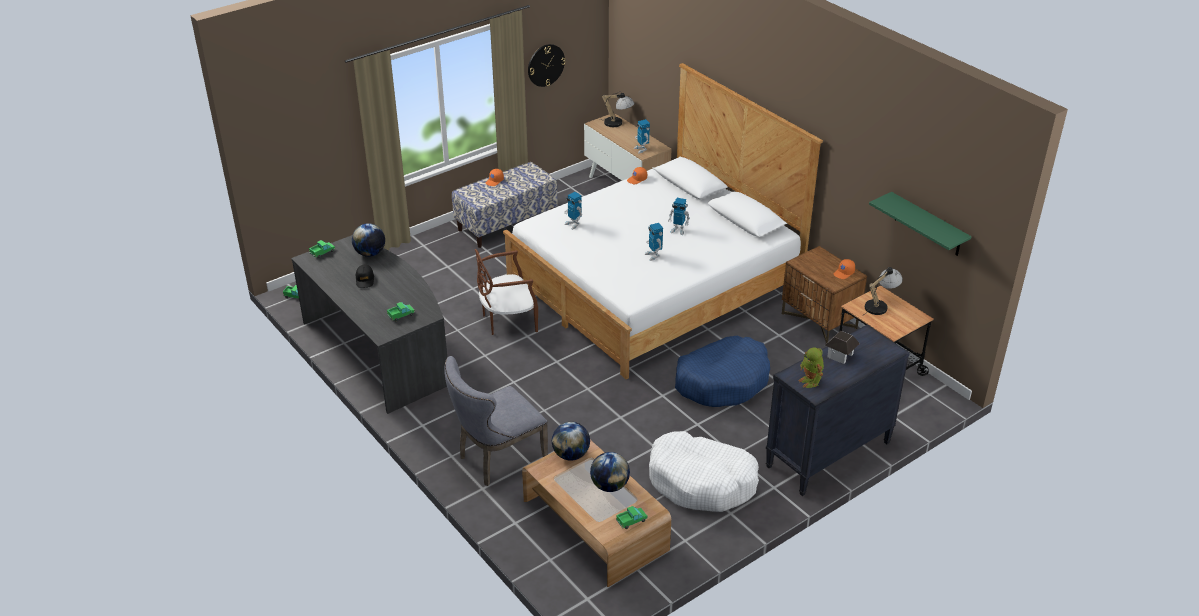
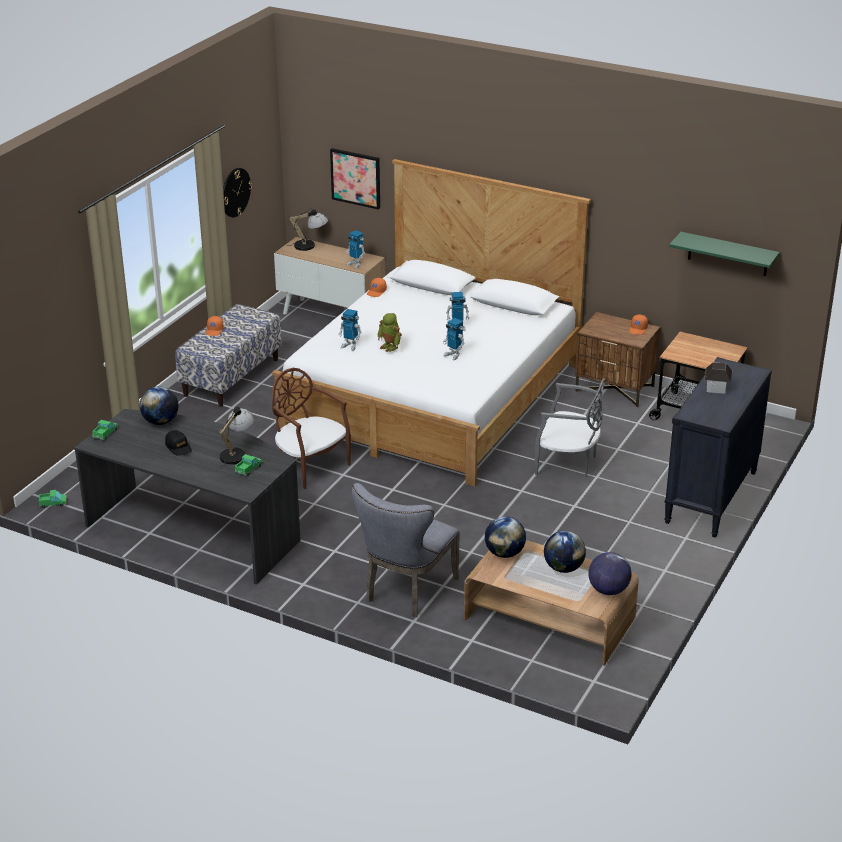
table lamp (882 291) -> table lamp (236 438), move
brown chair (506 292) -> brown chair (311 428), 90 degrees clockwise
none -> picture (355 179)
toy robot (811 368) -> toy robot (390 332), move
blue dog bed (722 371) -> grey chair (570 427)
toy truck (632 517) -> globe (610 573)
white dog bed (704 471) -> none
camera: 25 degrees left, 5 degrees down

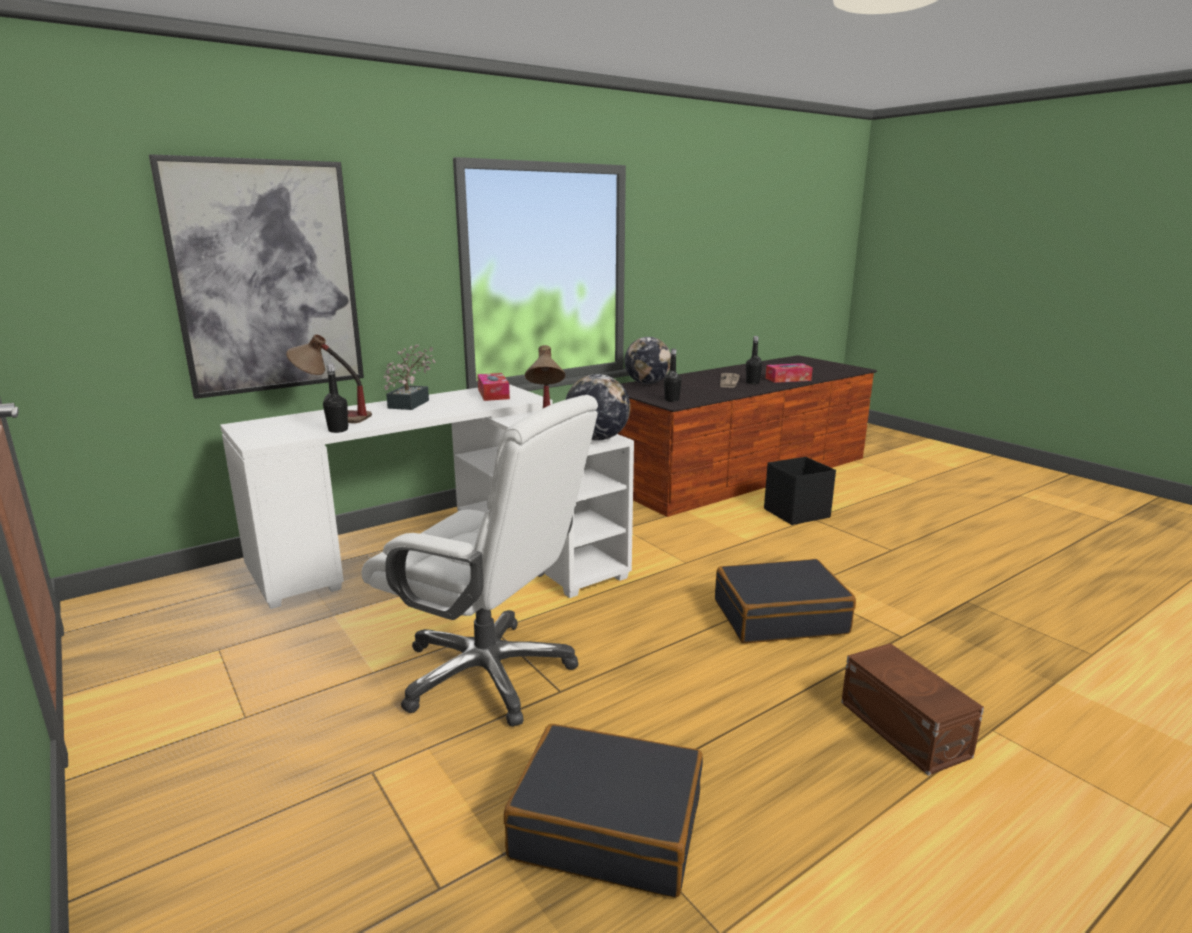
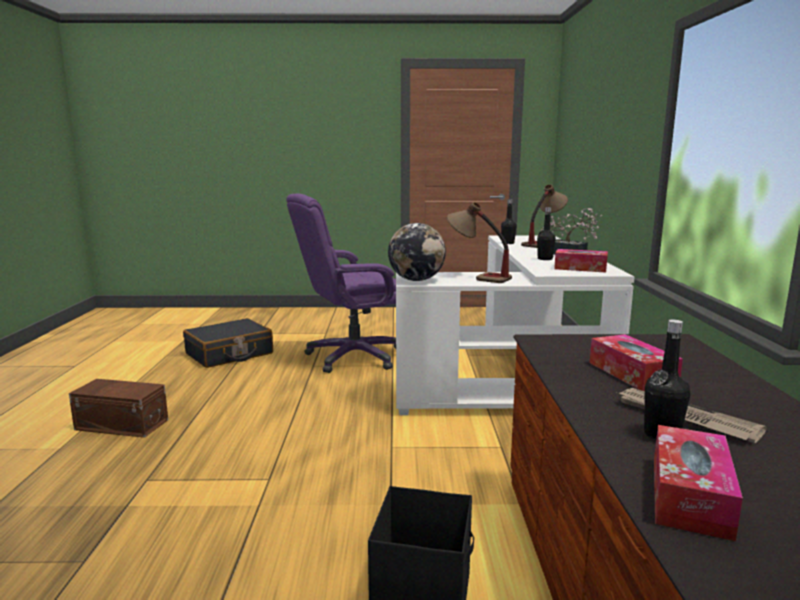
white office chair (479 561) -> purple office chair (341 283)
black bottle (673 375) -> black bottle (546 233), move
none -> tissue box (636 362)
picture (256 276) -> none
globe (648 360) -> none
black suitcase (785 601) -> none
camera: 125 degrees right, 5 degrees down

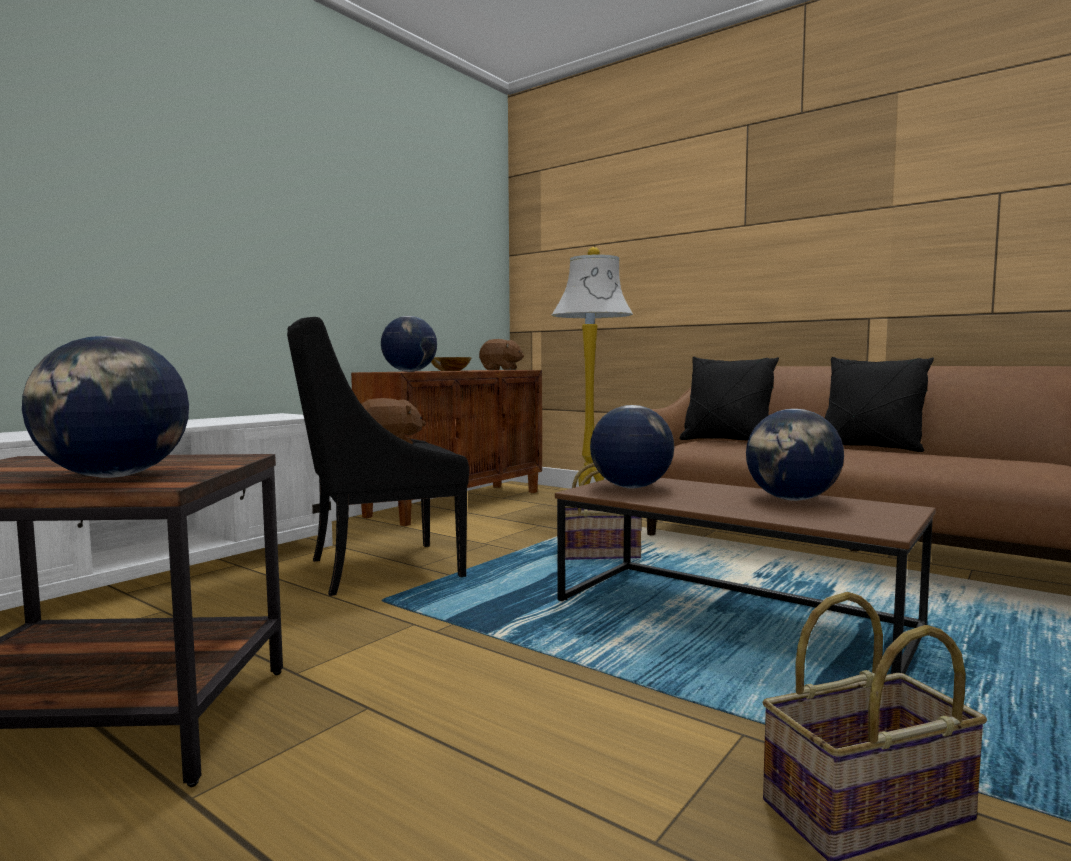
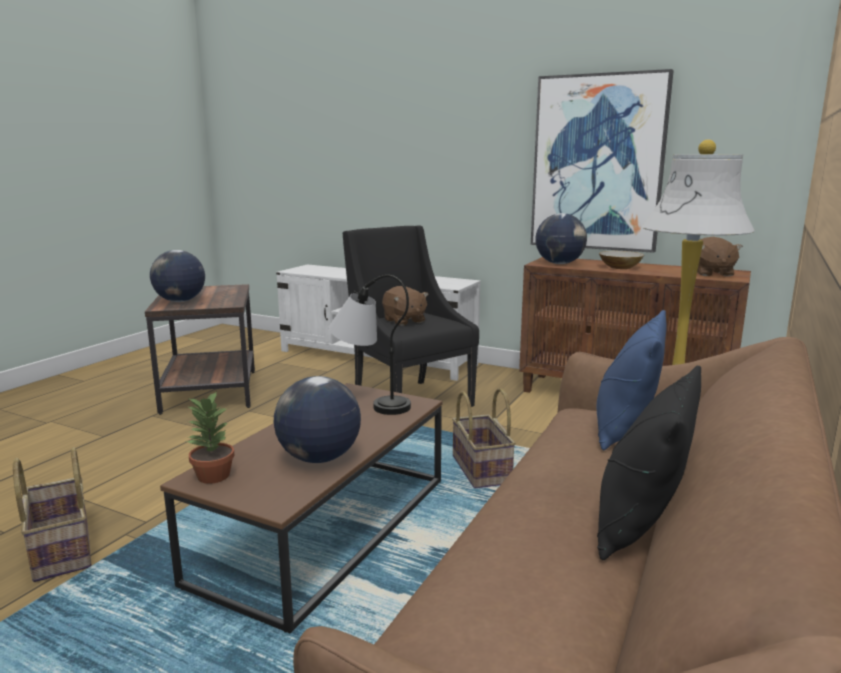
none -> potted plant (210 437)
globe (632 446) -> table lamp (370 345)
none -> picture (602 161)
black pillow (729 399) -> blue pillow (632 380)
camera: 80 degrees right, 10 degrees up

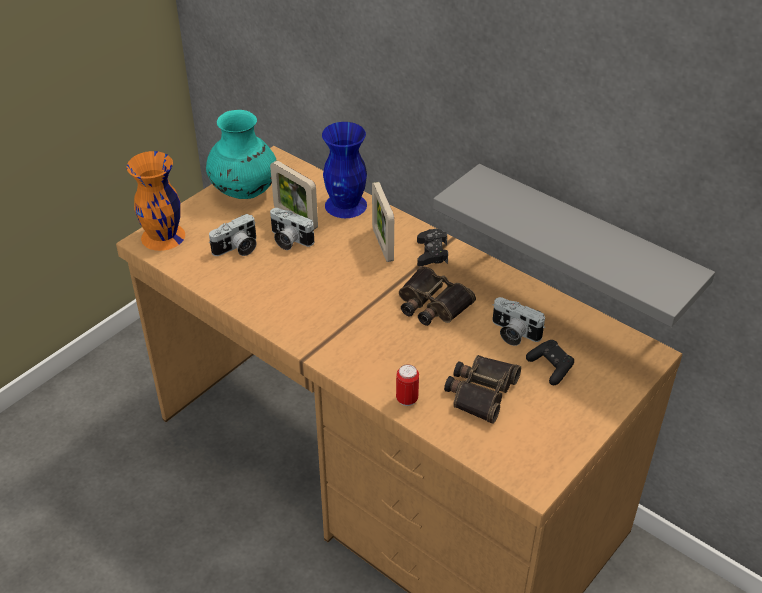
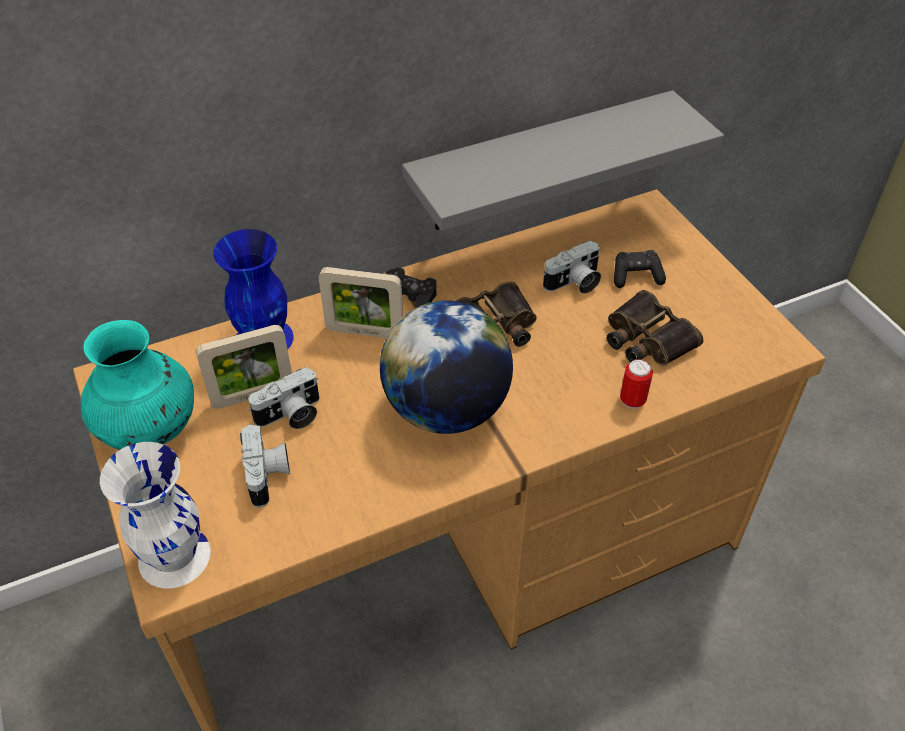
orange vase (156 201) -> white vase (155 515)
none -> globe (446 367)
camera: 65 degrees left, 5 degrees up

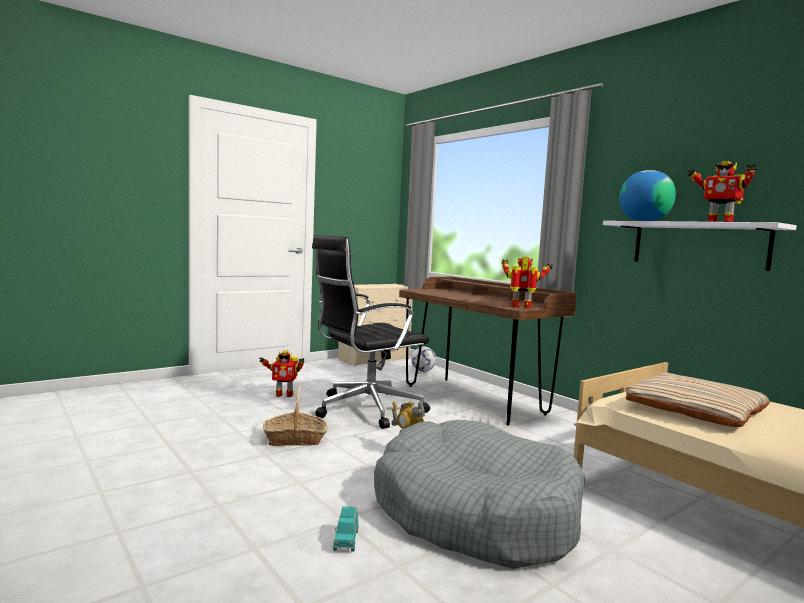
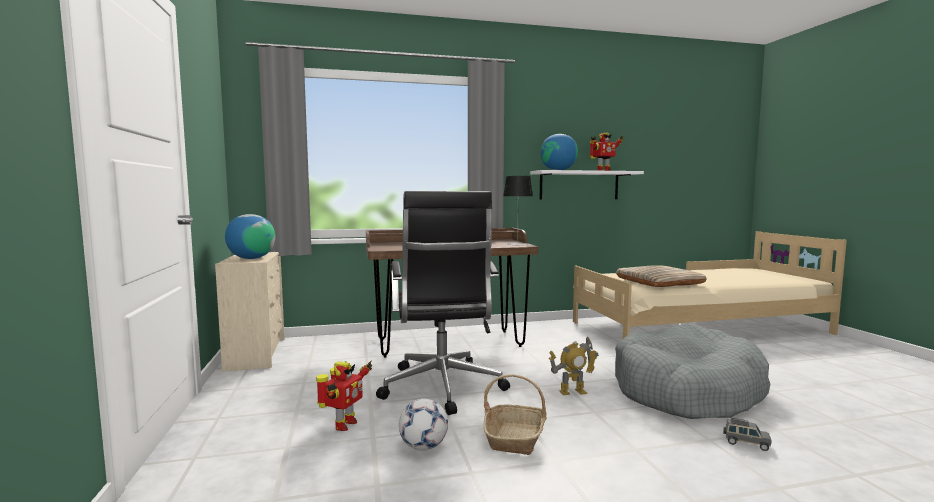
none -> globe (250 236)
football (423 359) -> football (423 424), move
toy robot (527 282) -> table lamp (518 211)
turquoise toy car (345 529) -> grey toy car (747 434)
camera: 65 degrees left, 0 degrees up

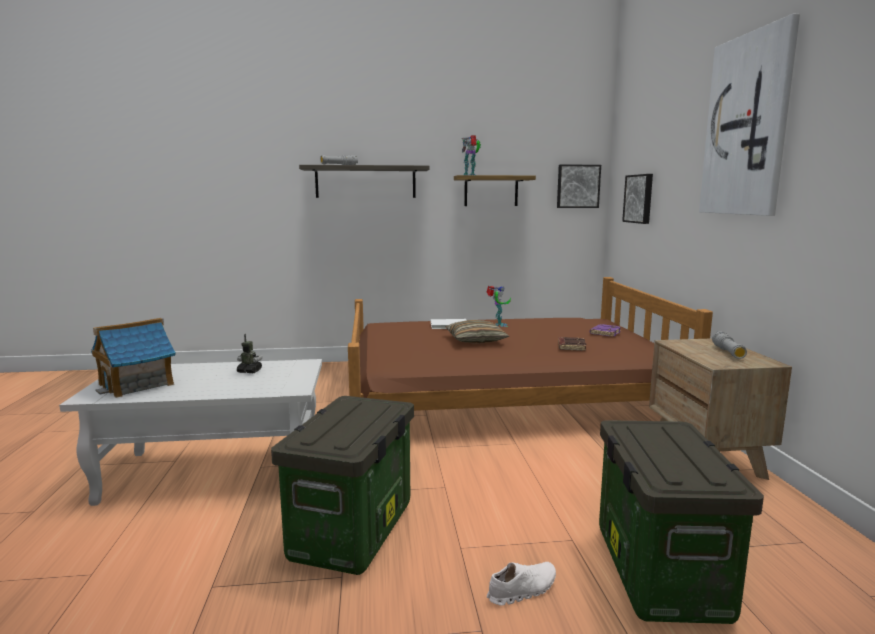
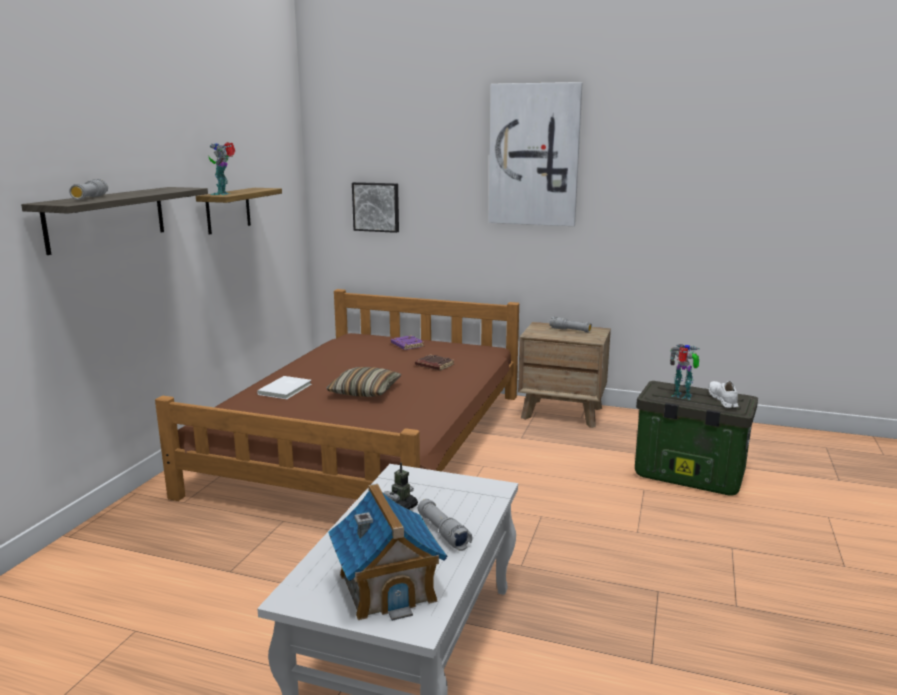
none -> grey flashlight (445 525)
toy robot (498 306) -> toy robot (684 372), move
white shoe (521 584) -> white shoe (723 394), move
storage box (342 485) -> none
picture (579 186) -> none
camera: 65 degrees left, 5 degrees up

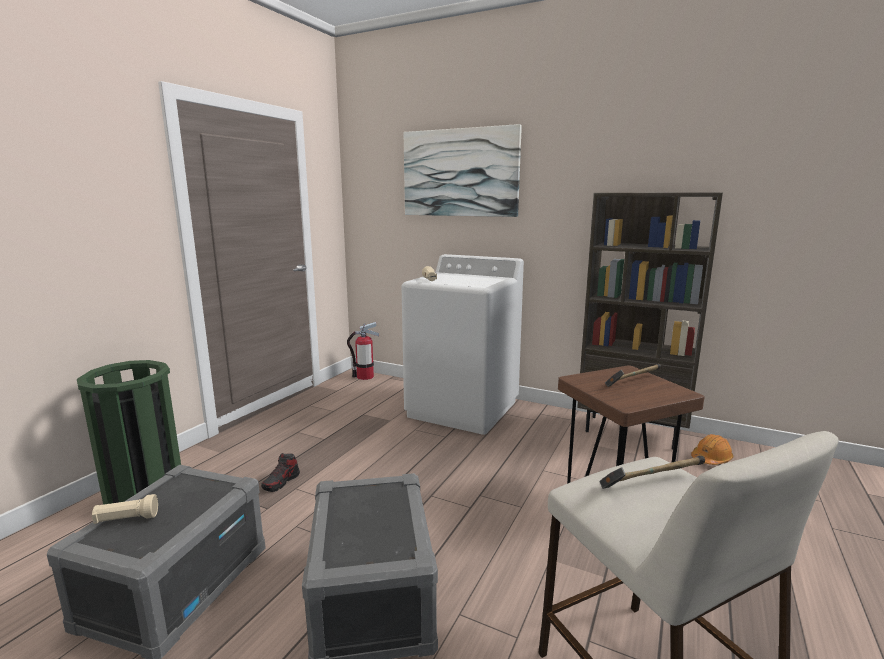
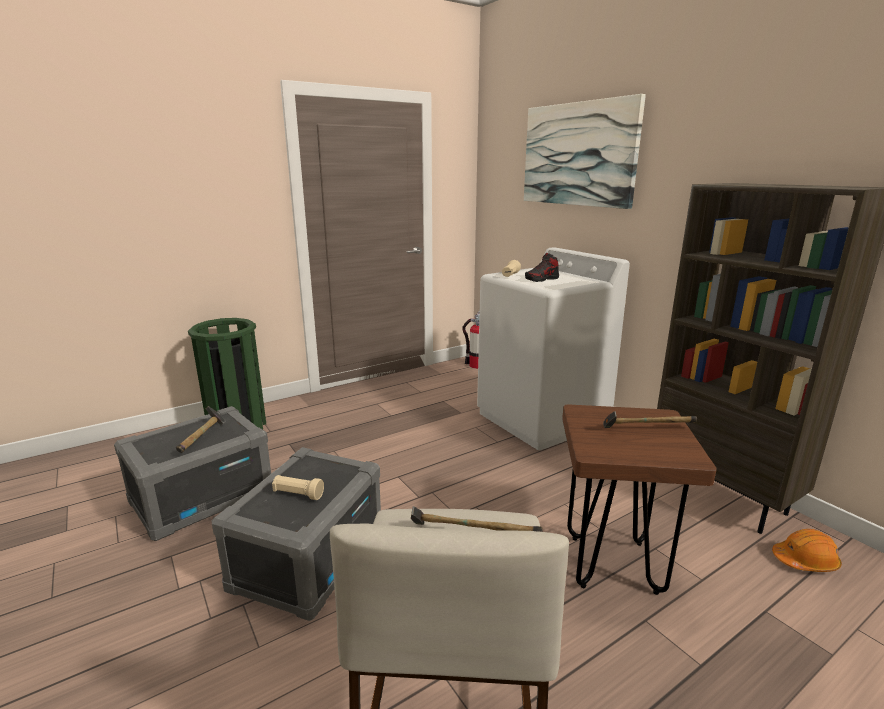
none -> hammer (201 429)
beige flashlight (125 509) -> beige flashlight (298 487), move
shoe (280 472) -> shoe (542 267), move
camera: 30 degrees right, 5 degrees up

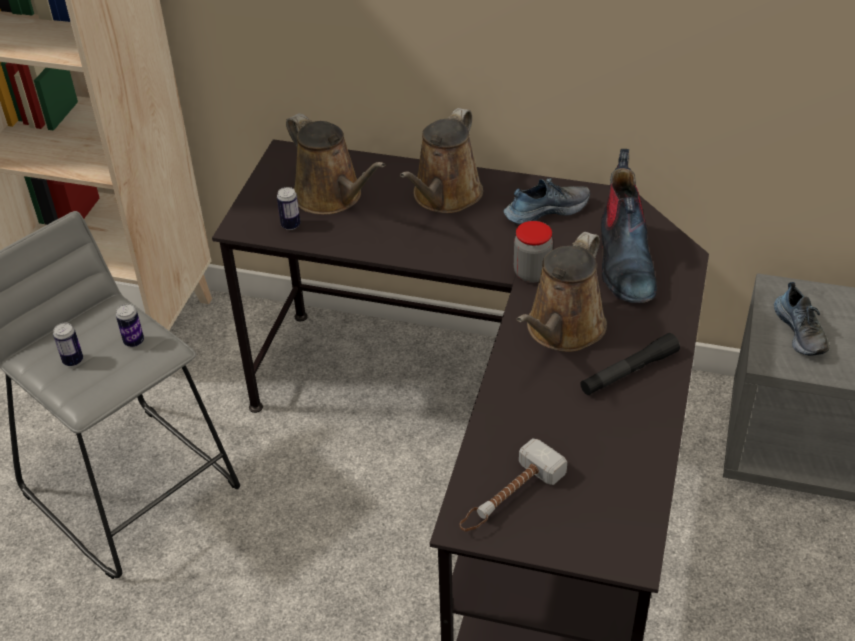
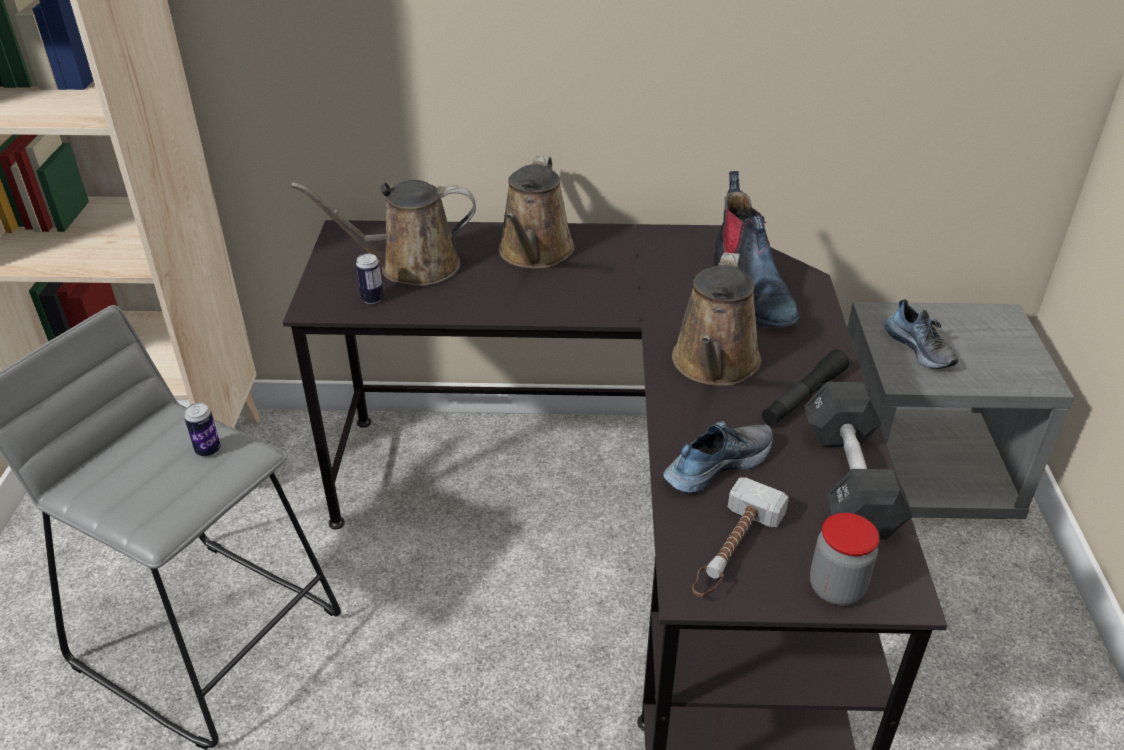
brown watering can (335 164) -> brown watering can (383 233), 135 degrees clockwise
shoe (547 201) -> shoe (718 457), move
none -> black dumbbell (858 461)
jar (533 252) -> jar (845 559), move
can (68 344) -> none
camera: 15 degrees left, 5 degrees down

